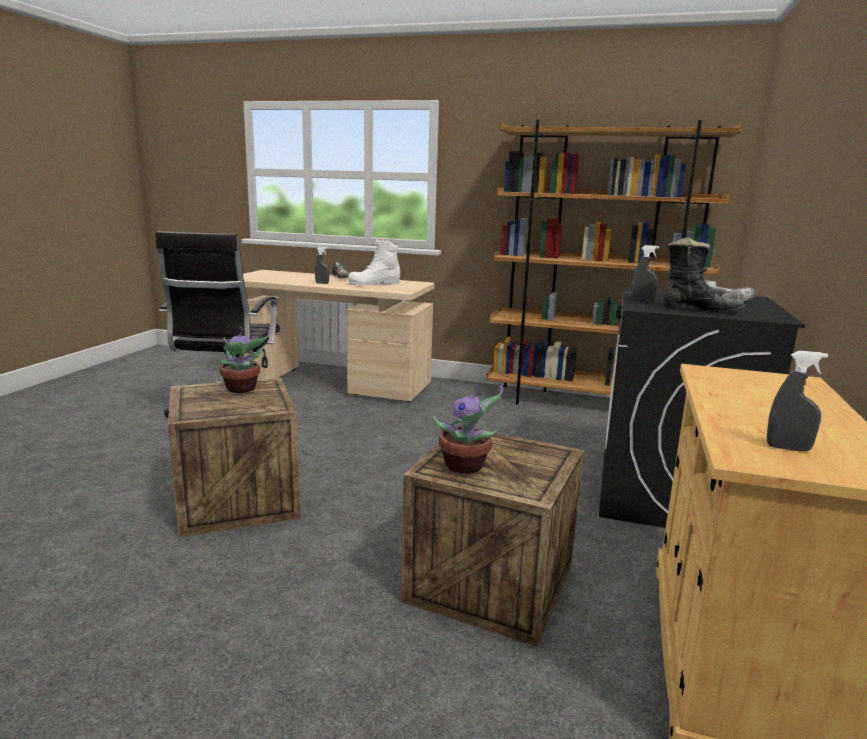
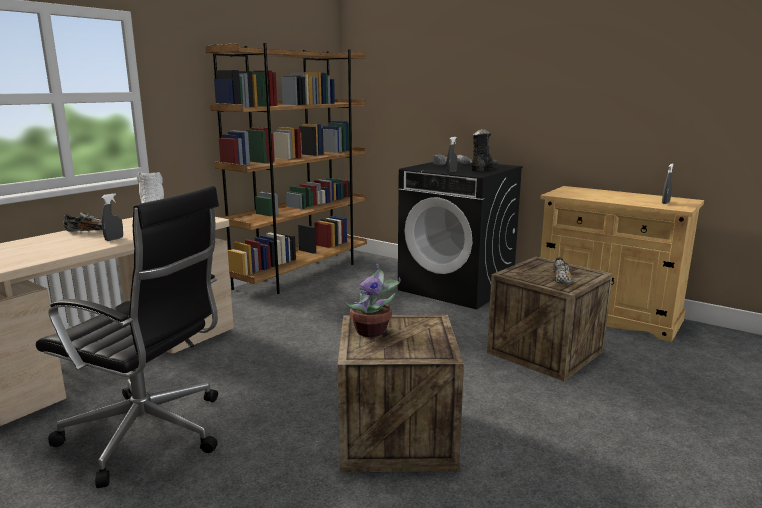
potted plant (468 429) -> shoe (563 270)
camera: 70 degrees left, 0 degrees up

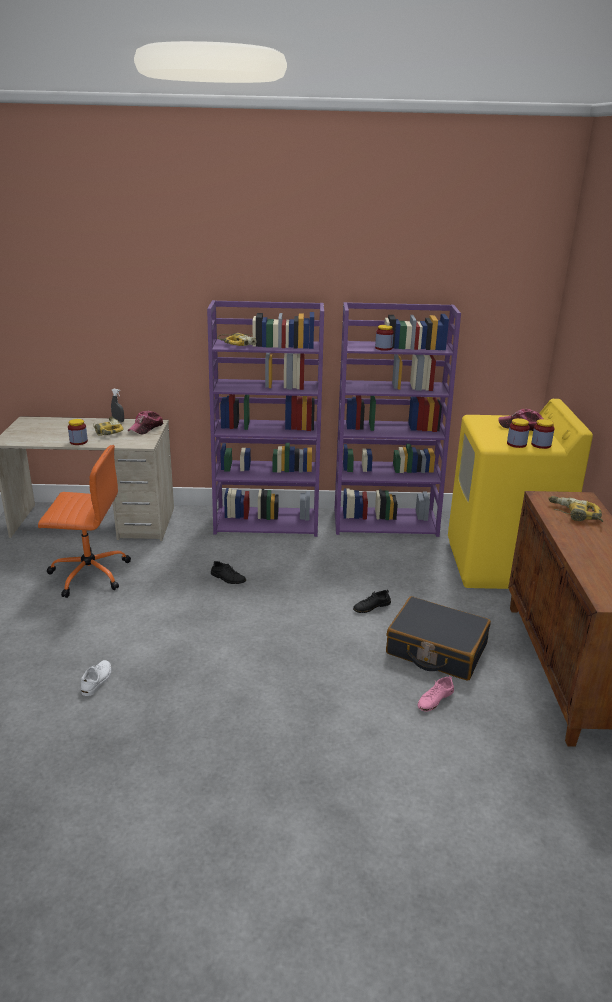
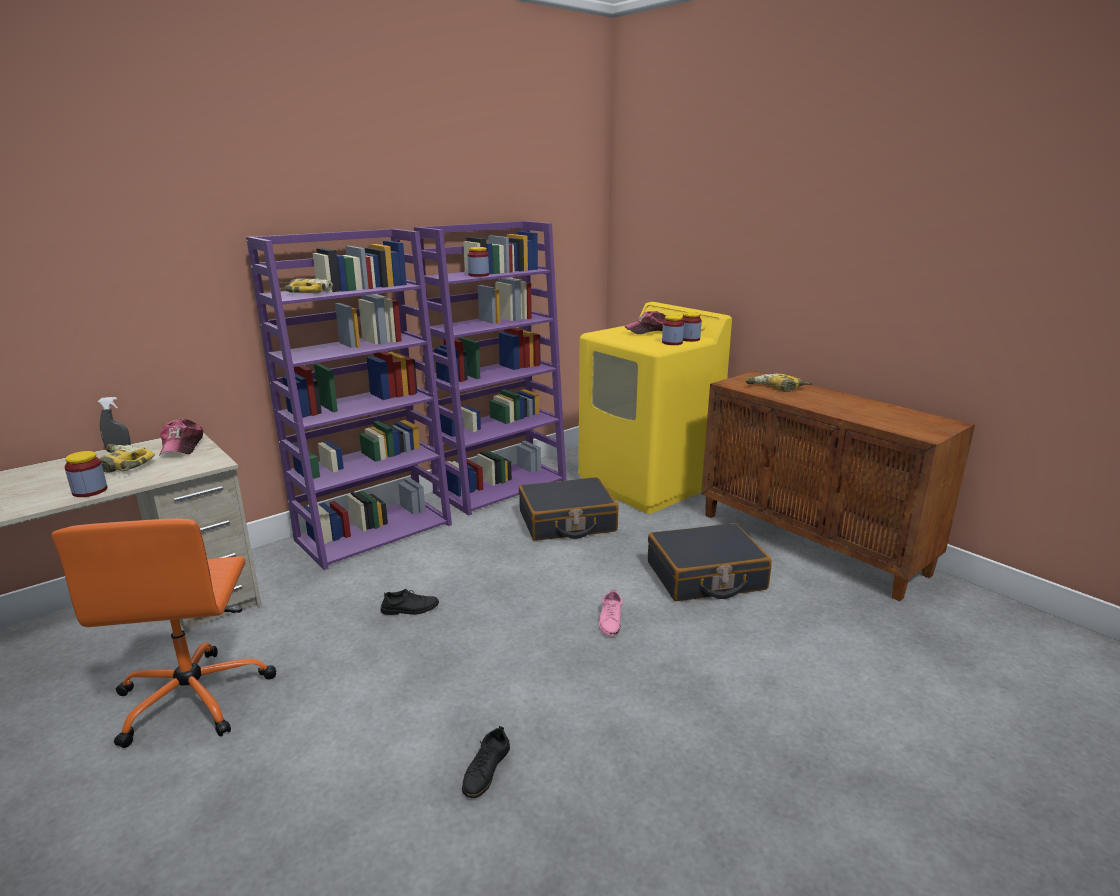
orange office chair (84 521) -> orange office chair (164 633), 120 degrees clockwise
black shoe (372 601) -> black shoe (486 762), move
none -> black suitcase (568 509)
pink shoe (435 694) -> pink shoe (611 612), move
white shoe (96 678) -> none
camera: 40 degrees left, 5 degrees down

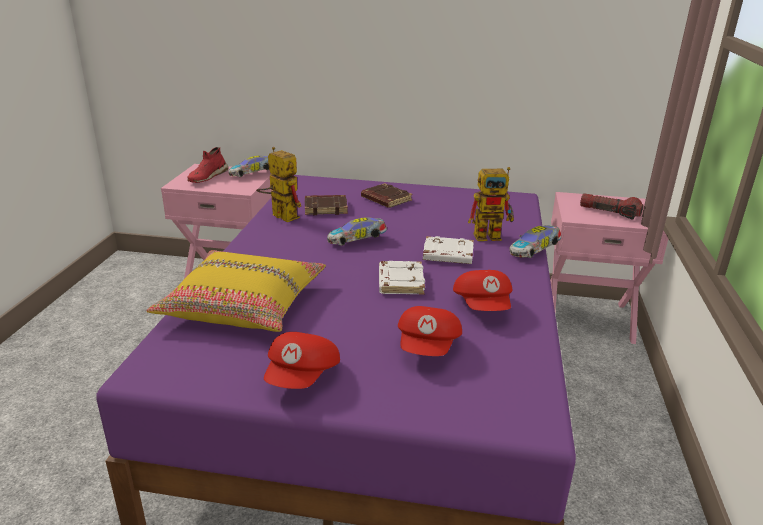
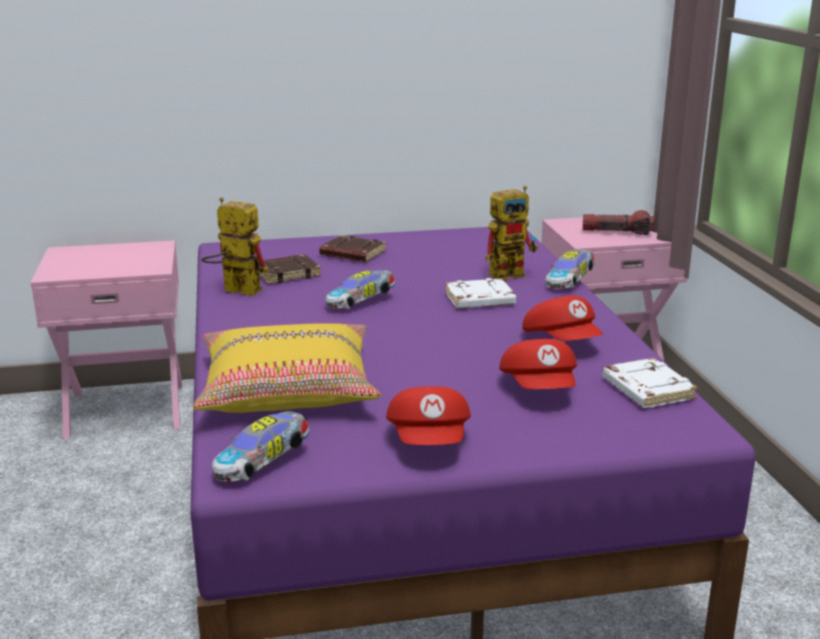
toy car (248 166) -> toy car (261 446), move
white book (402 278) -> white book (650 383), move
red shoe (207 165) -> none
camera: 20 degrees left, 5 degrees down

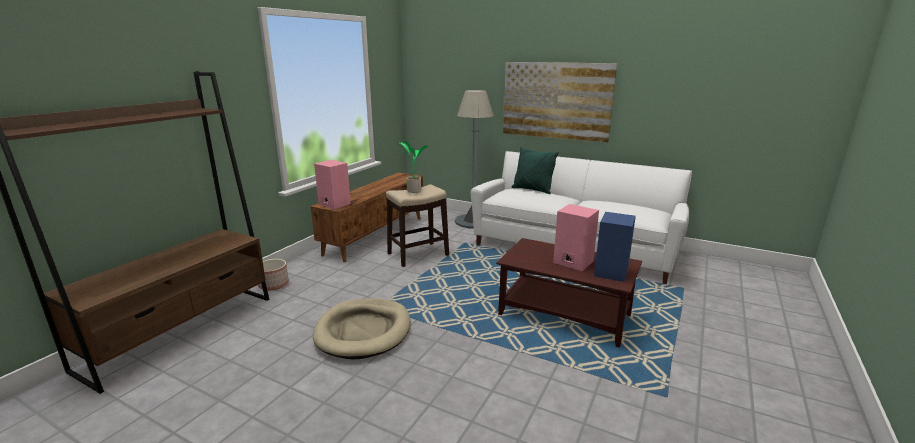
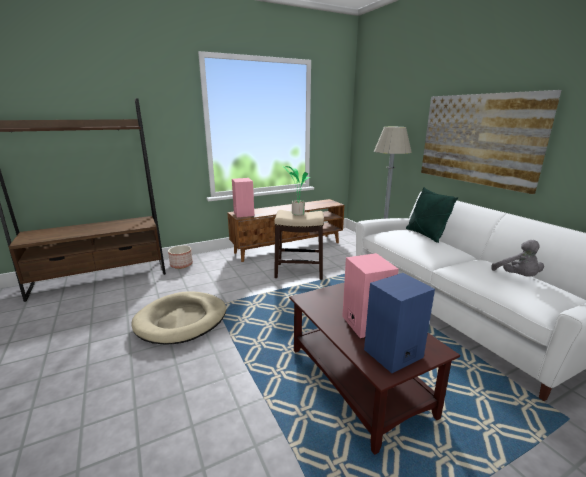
none -> grey plush toy (517 258)
camera: 35 degrees right, 0 degrees up

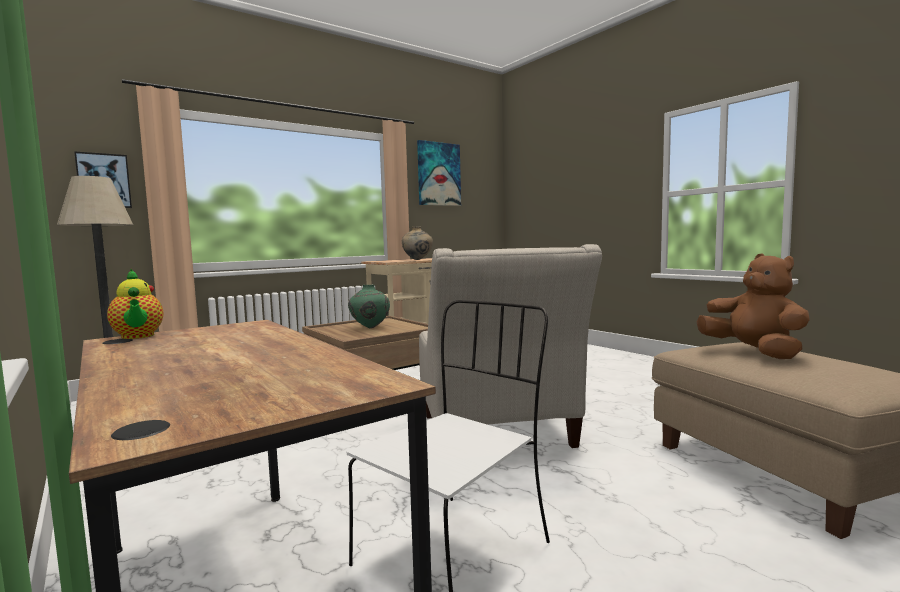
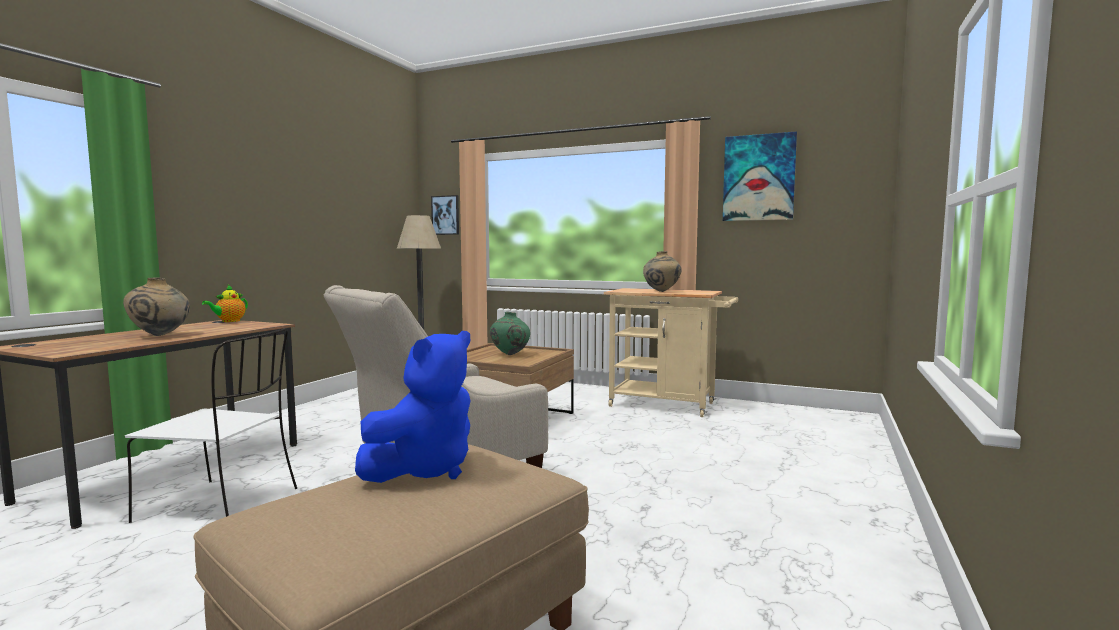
none -> beige vase (156 306)
brown plush toy (753 306) -> blue plush toy (413 407)
camera: 60 degrees right, 0 degrees up

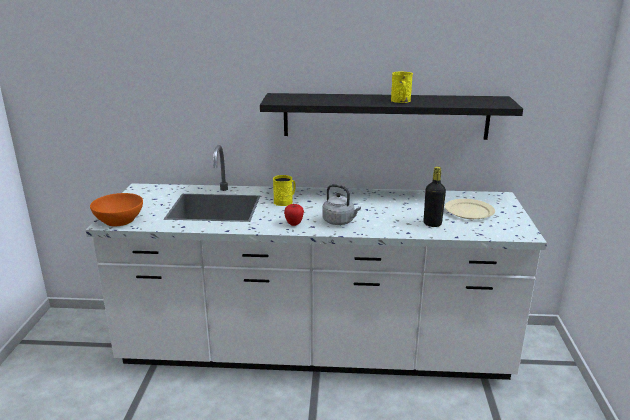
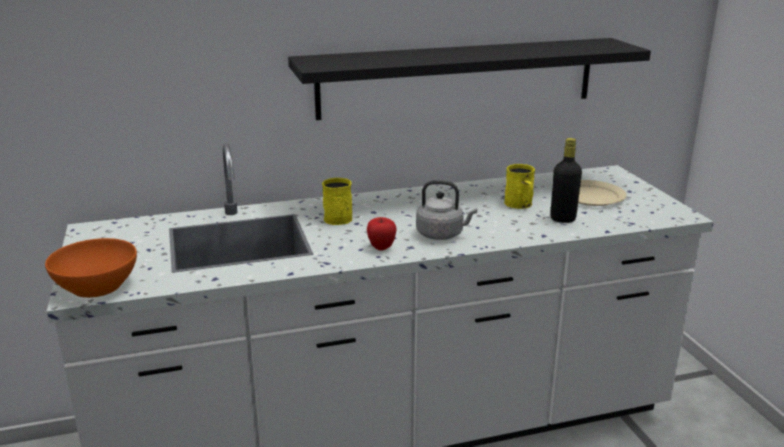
yellow mug (402 87) -> yellow mug (519 186), move
camera: 20 degrees left, 0 degrees up

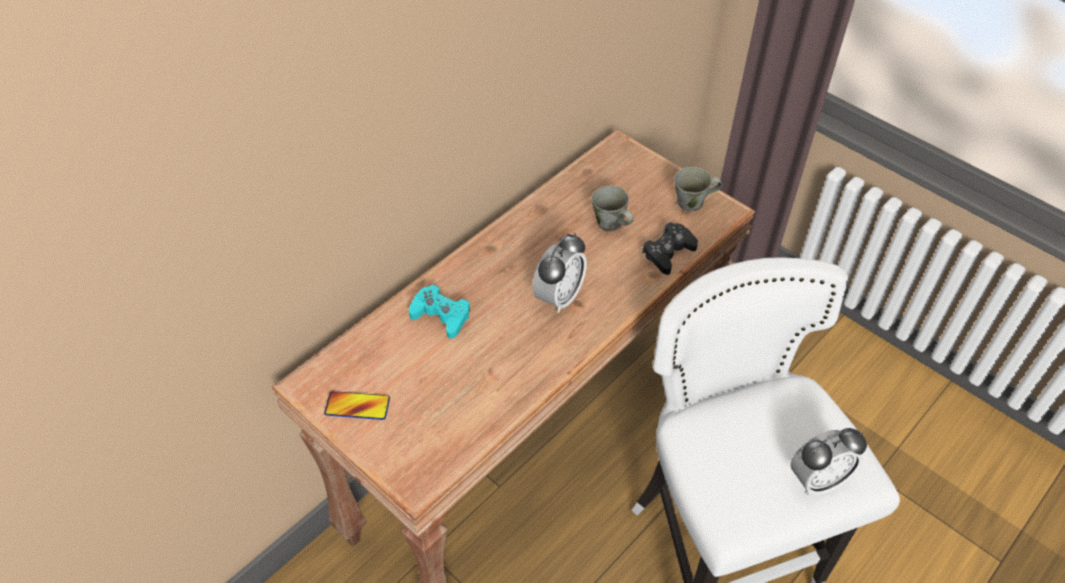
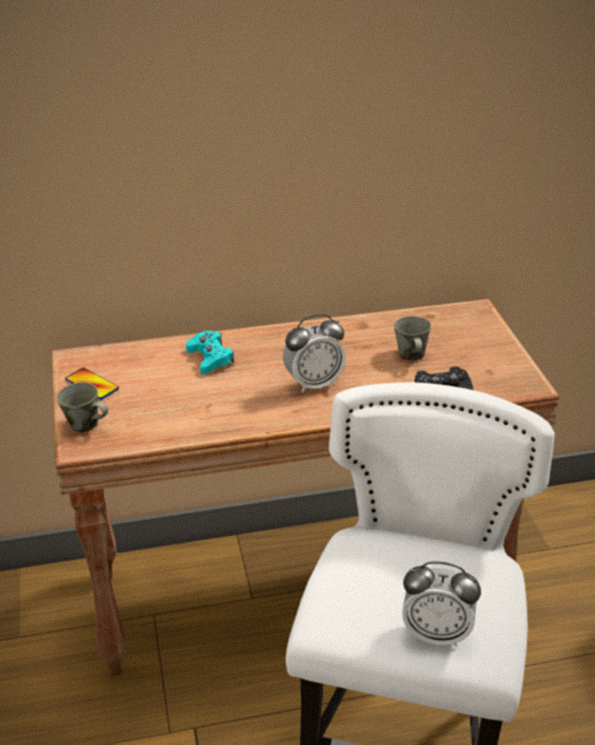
grey mug (698 189) -> grey mug (82 407), move
camera: 35 degrees right, 15 degrees down

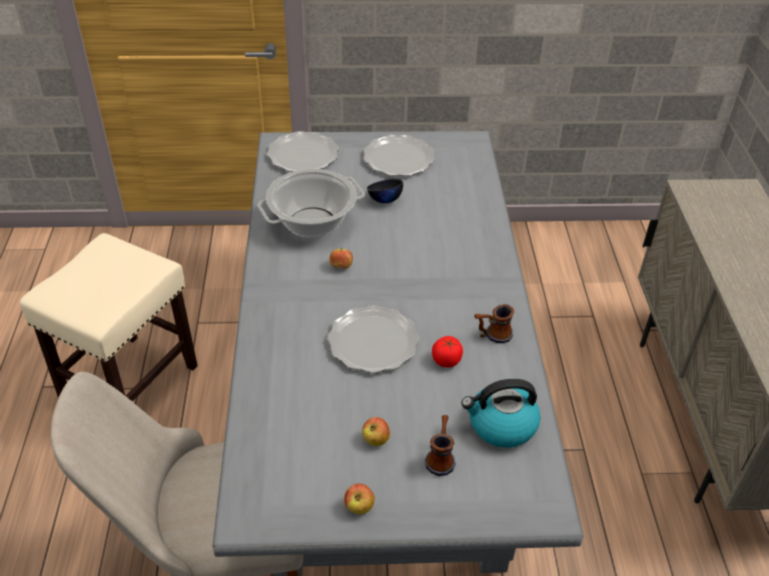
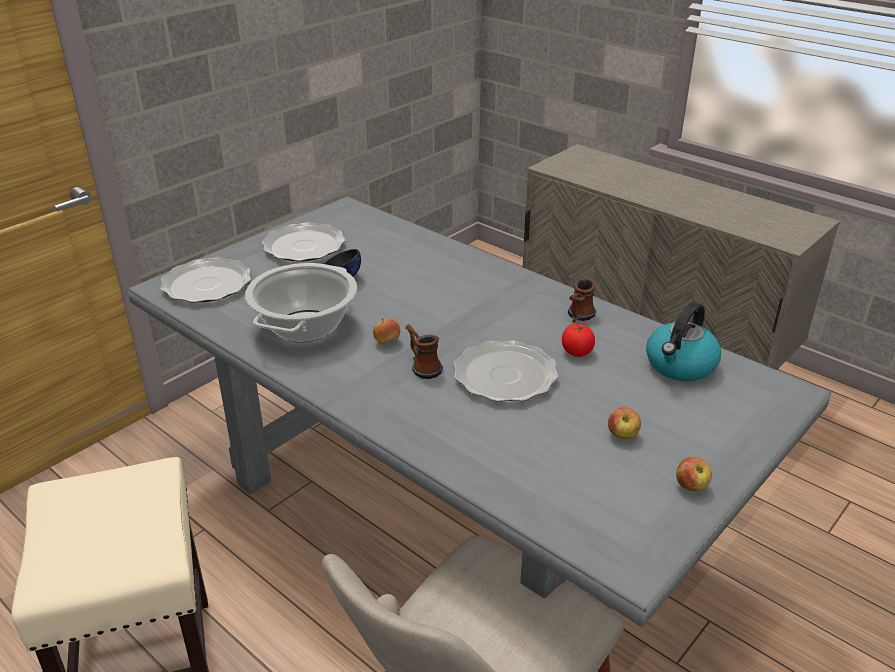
mug (440 445) -> mug (424 351), move
camera: 45 degrees left, 10 degrees down

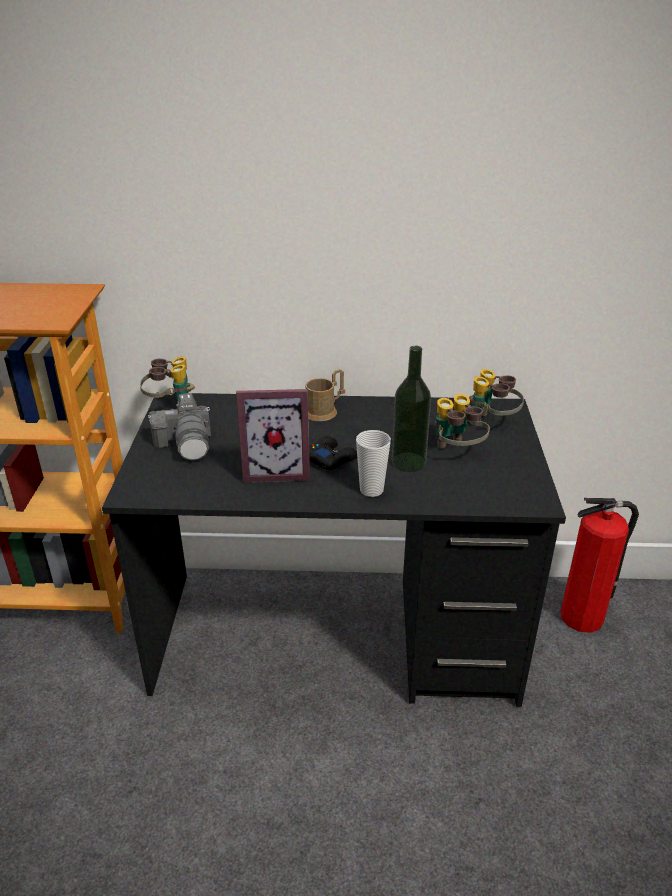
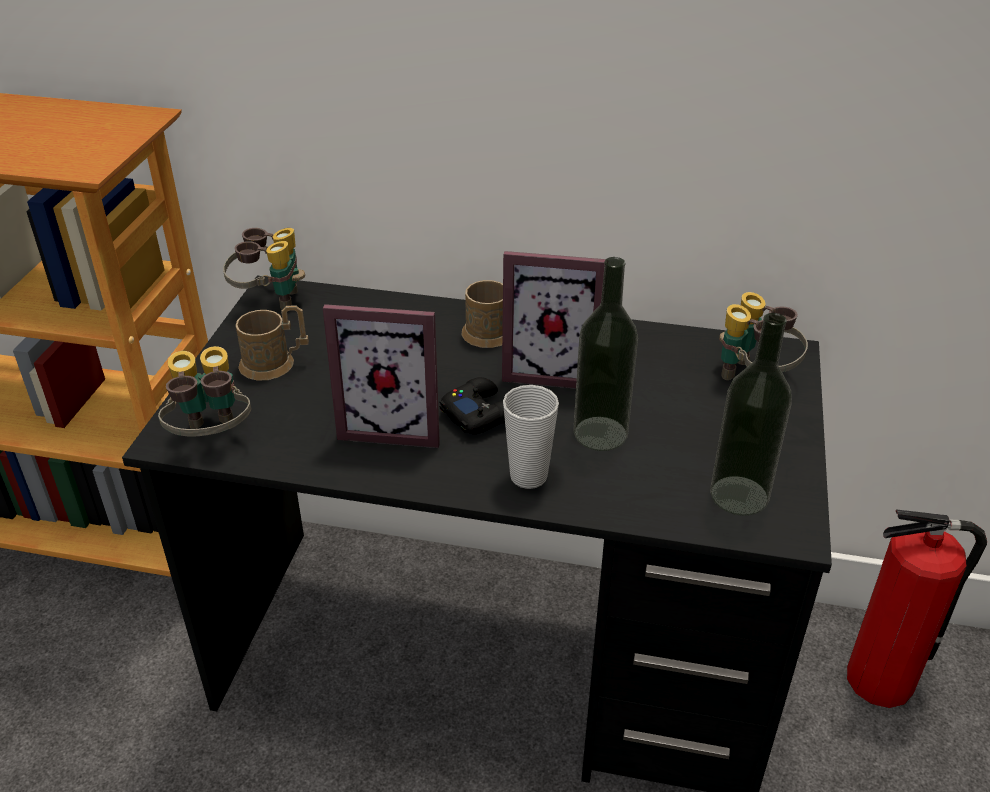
binoculars (462 421) -> binoculars (204 391), move
photo camera (179 426) -> brown mug (272 343)
none -> picture frame (554 320)
none -> bottle (751 414)
camera: 10 degrees right, 5 degrees up

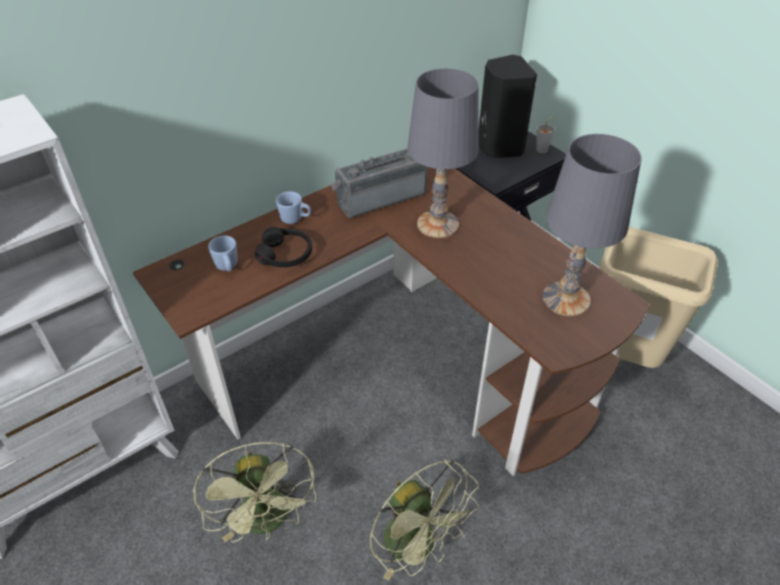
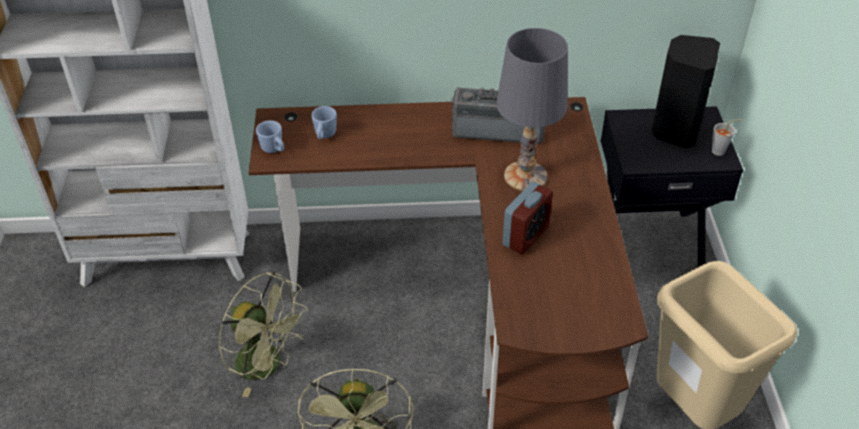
green fan (254 492) -> green fan (263 334), 75 degrees counterclockwise
blue mug (293 207) -> blue mug (270 136), move
none -> alarm clock (527 218)
black headphones (283 247) -> none
grey table lamp (592 225) -> none
camera: 35 degrees right, 0 degrees up

